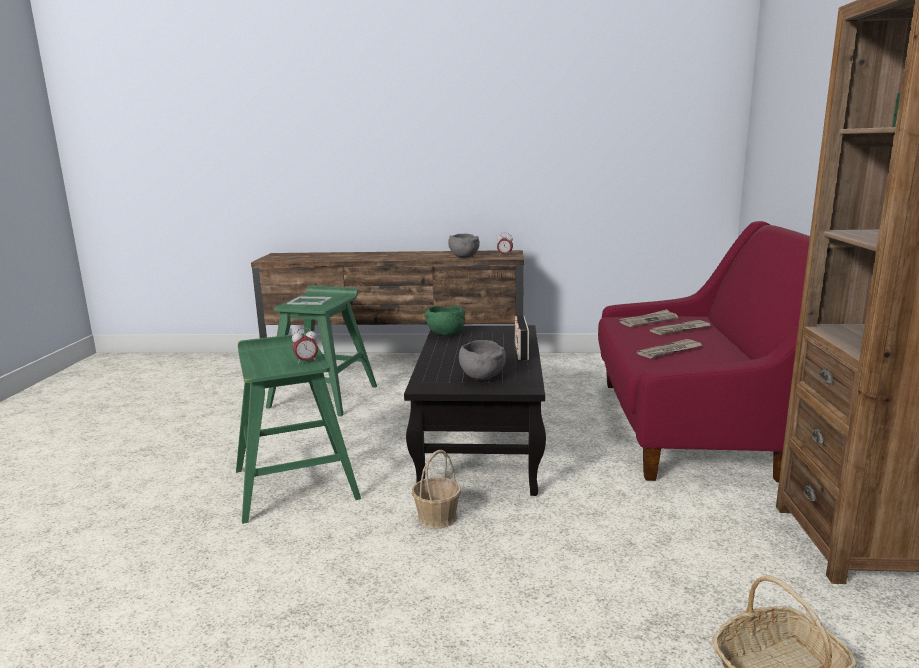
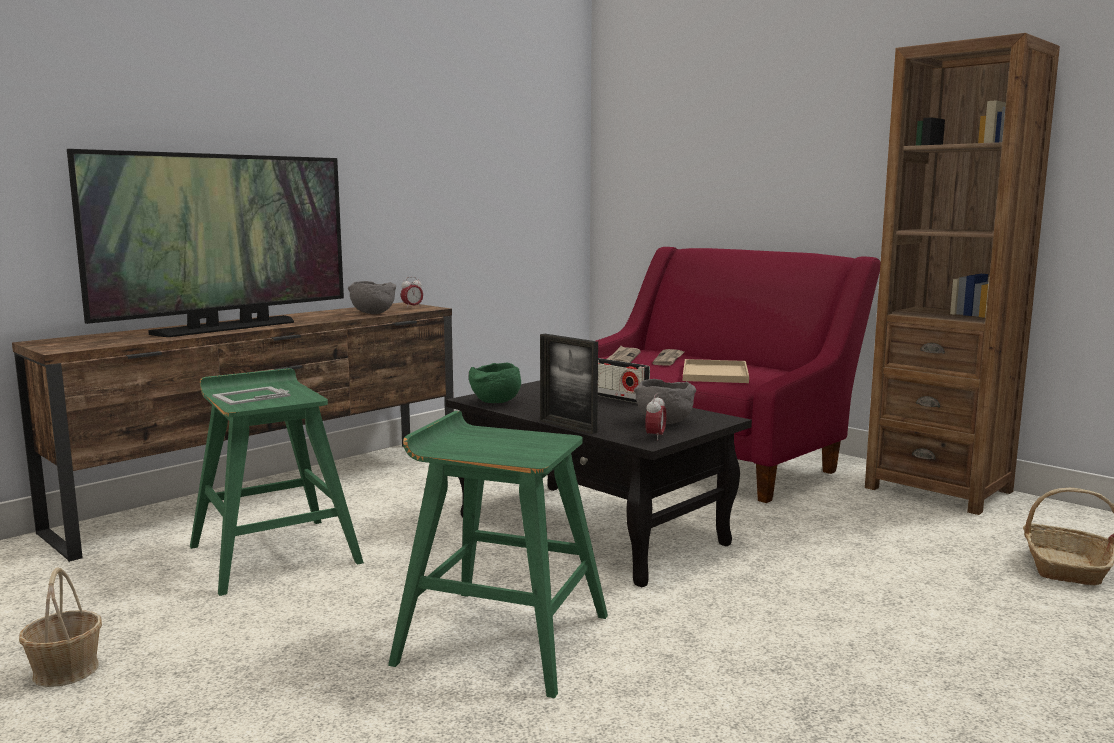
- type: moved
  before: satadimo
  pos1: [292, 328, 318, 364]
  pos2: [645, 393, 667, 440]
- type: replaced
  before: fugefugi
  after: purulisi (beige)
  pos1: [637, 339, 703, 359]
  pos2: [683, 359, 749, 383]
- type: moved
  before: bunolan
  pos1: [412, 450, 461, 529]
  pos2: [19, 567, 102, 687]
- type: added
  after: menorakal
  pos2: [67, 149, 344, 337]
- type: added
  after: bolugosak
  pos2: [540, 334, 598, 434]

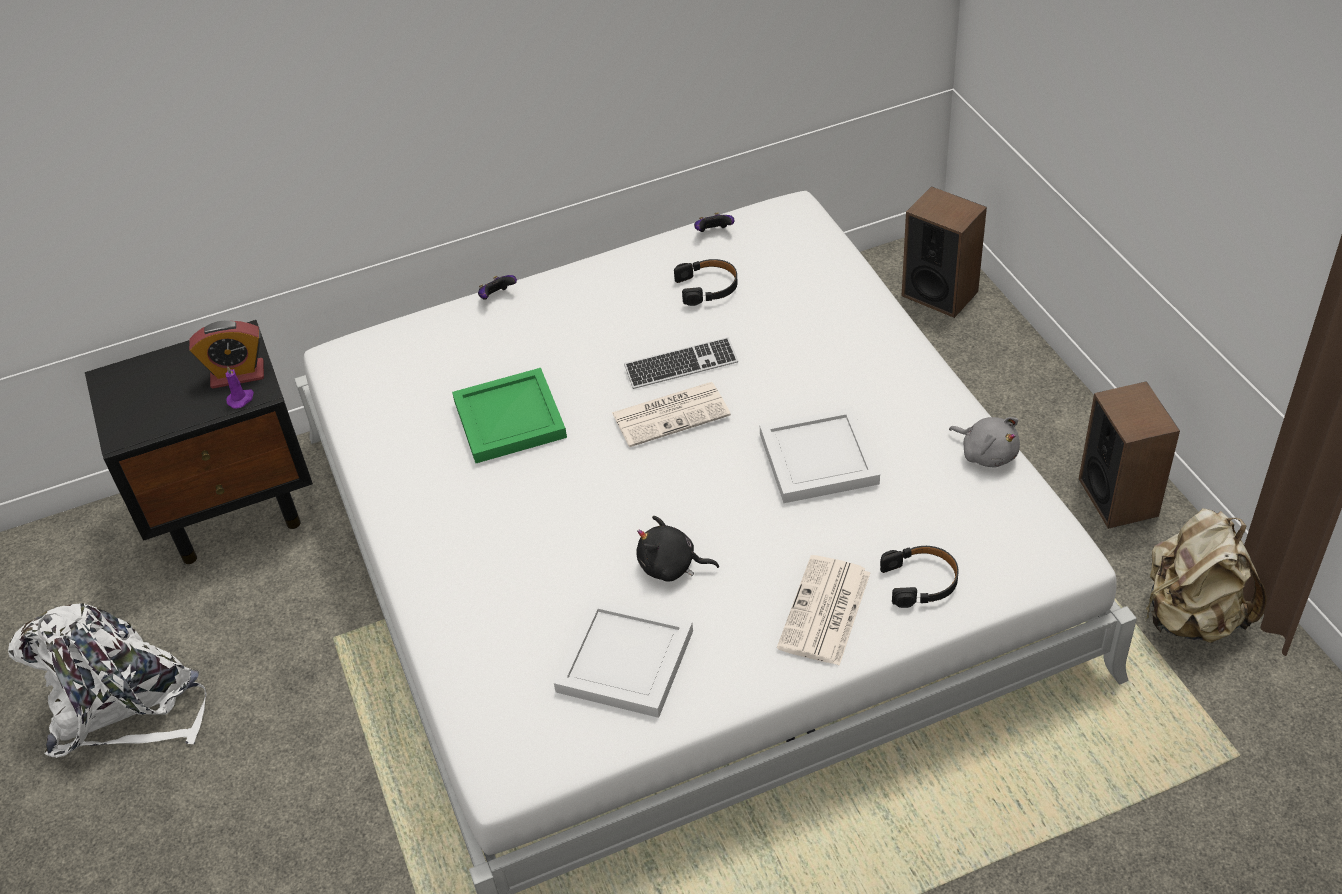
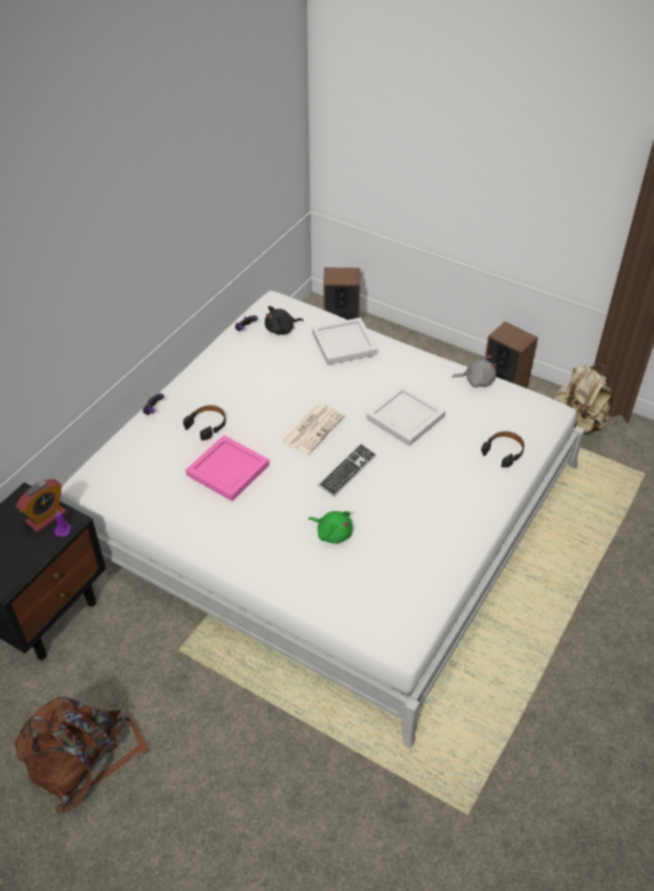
- type: moved
  before: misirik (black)
  pos1: [674, 259, 738, 306]
  pos2: [183, 405, 226, 440]
- type: moved
  before: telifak
  pos1: [624, 337, 738, 389]
  pos2: [318, 443, 377, 497]
- type: recoloured
  before: purulisi (green)
  after: purulisi (pink)
  pos1: [452, 368, 567, 463]
  pos2: [186, 435, 269, 501]
- type: moved
  before: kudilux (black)
  pos1: [636, 516, 719, 582]
  pos2: [265, 306, 303, 335]
- type: removed
  before: fugefugi
  pos1: [777, 555, 870, 666]
- type: moved
  before: purulisi (white)
  pos1: [554, 599, 693, 718]
  pos2: [312, 317, 378, 365]
- type: recoloured
  before: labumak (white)
  after: labumak (brown)
  pos1: [8, 603, 207, 758]
  pos2: [15, 697, 150, 813]
- type: added
  after: kudilux (green)
  pos2: [309, 511, 353, 544]

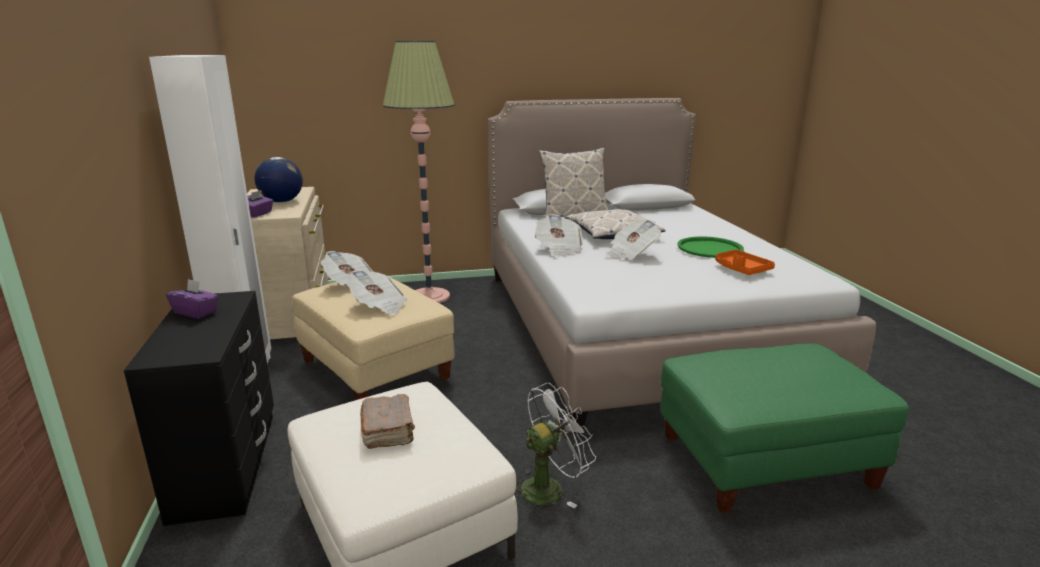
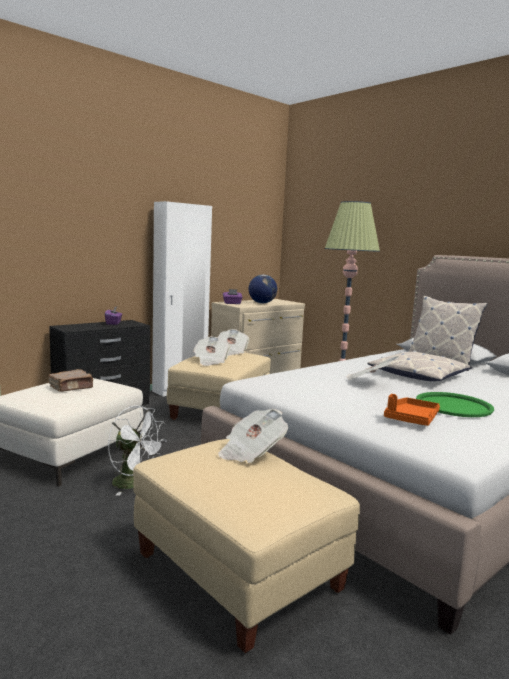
- type: moved
  before: fugefugi
  pos1: [535, 214, 583, 257]
  pos2: [218, 409, 288, 463]
- type: recoloured
  before: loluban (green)
  after: loluban (beige)
  pos1: [661, 343, 909, 514]
  pos2: [133, 439, 360, 653]

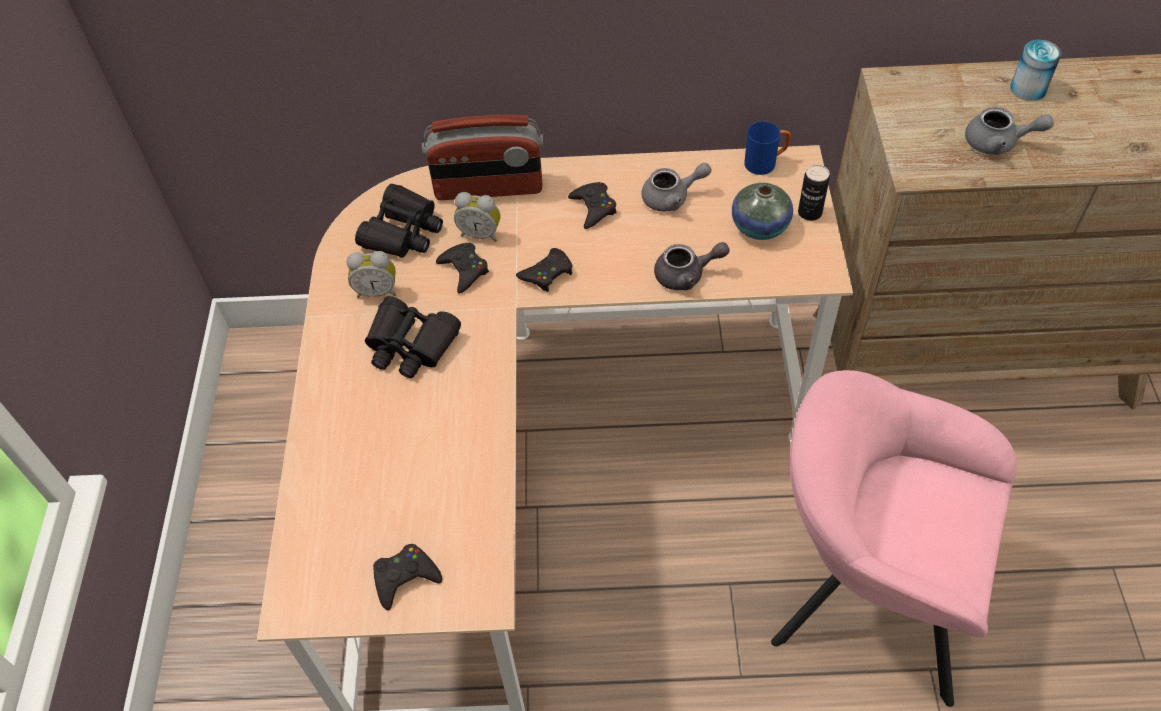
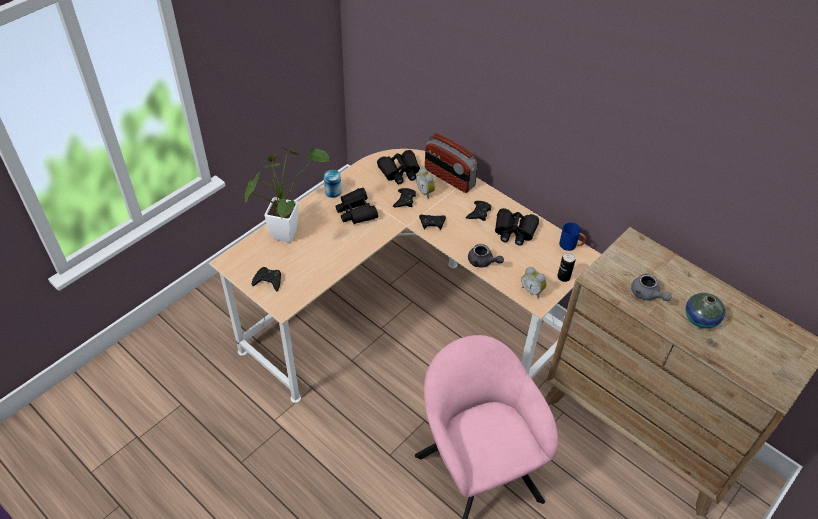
- type: moved
  before: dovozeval
  pos1: [1010, 40, 1061, 101]
  pos2: [324, 170, 342, 198]
- type: replaced
  before: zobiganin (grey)
  after: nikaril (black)
  pos1: [642, 163, 711, 212]
  pos2: [495, 208, 539, 246]
- type: moved
  before: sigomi
  pos1: [732, 183, 793, 240]
  pos2: [686, 293, 725, 329]
- type: moved
  before: satadimo
  pos1: [346, 251, 396, 298]
  pos2: [521, 267, 546, 298]
- type: added
  after: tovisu
  pos2: [245, 147, 329, 243]

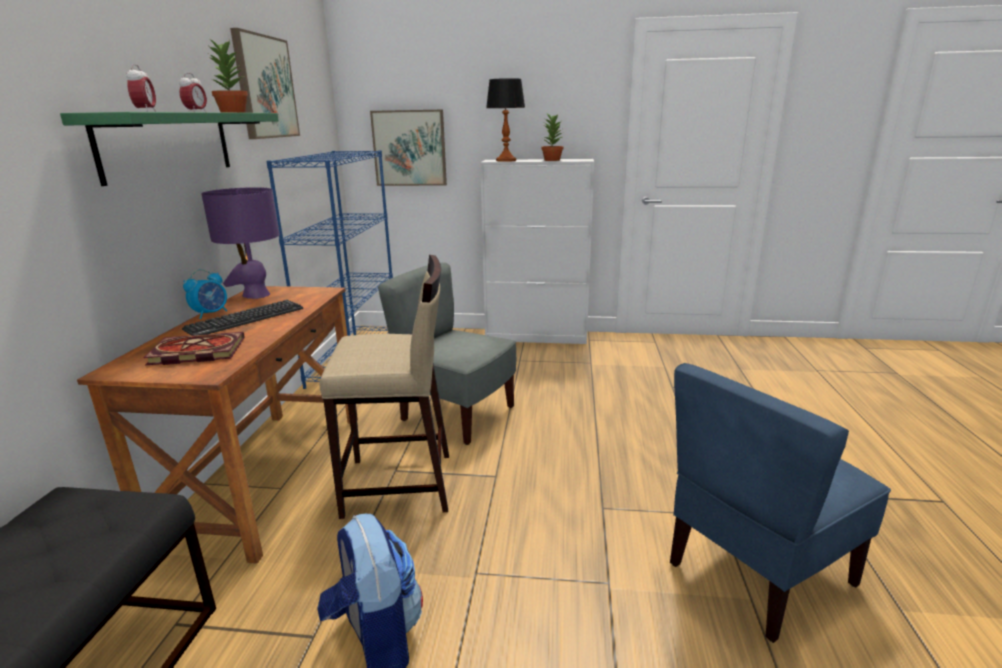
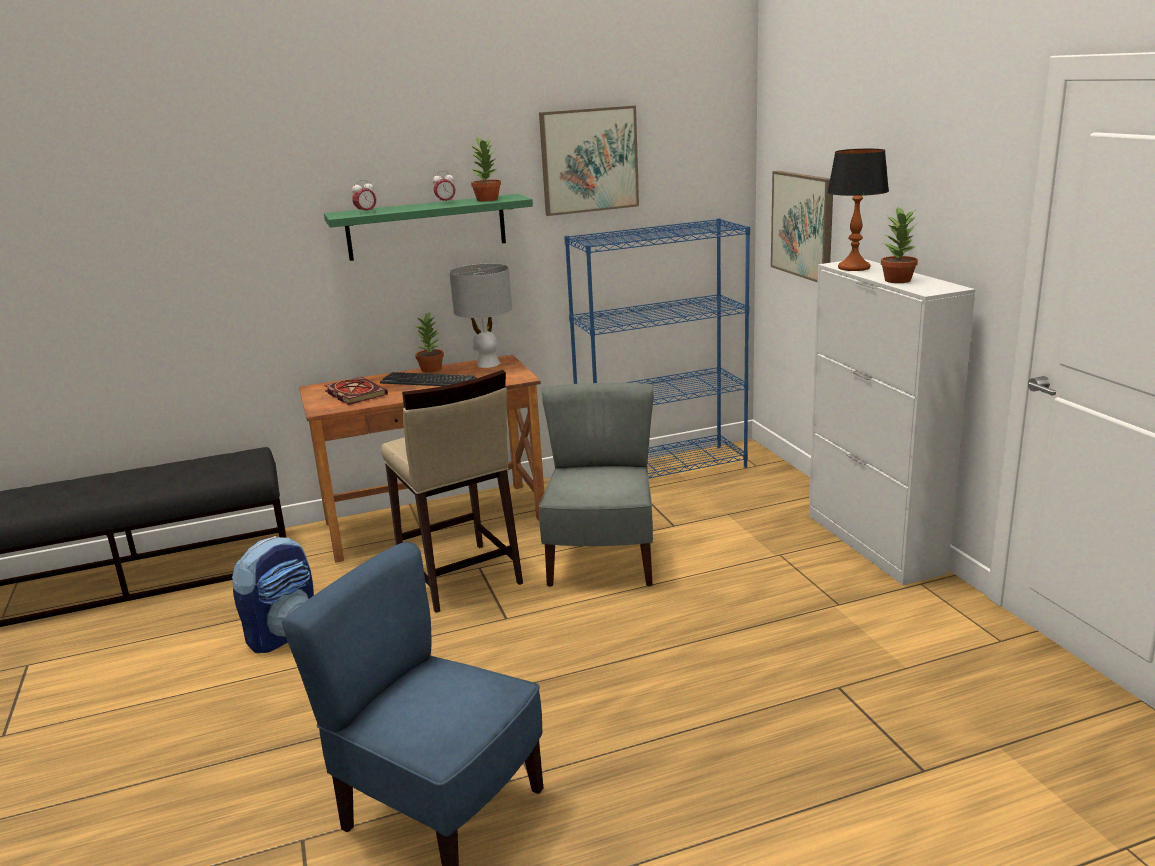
- type: recoloured
  before: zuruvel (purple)
  after: zuruvel (grey)
  pos1: [201, 187, 280, 299]
  pos2: [449, 263, 512, 368]
- type: replaced
  before: satadimo
  after: tovisu
  pos1: [183, 269, 227, 319]
  pos2: [415, 312, 444, 373]

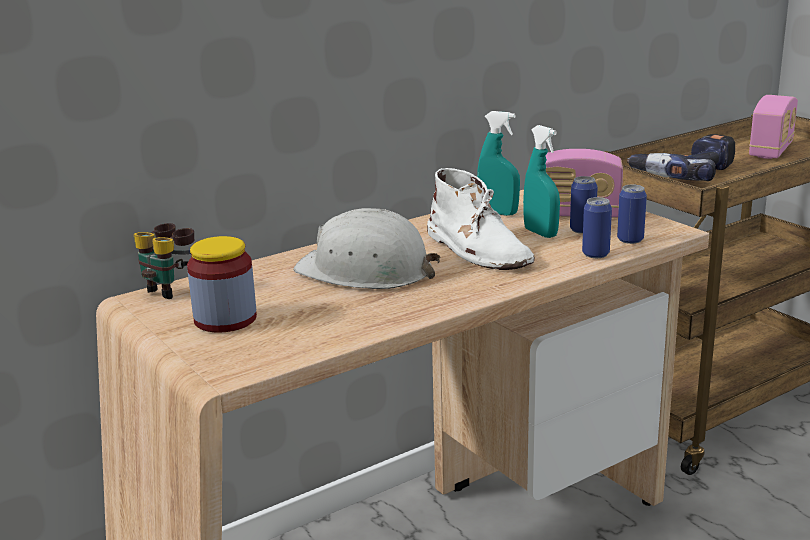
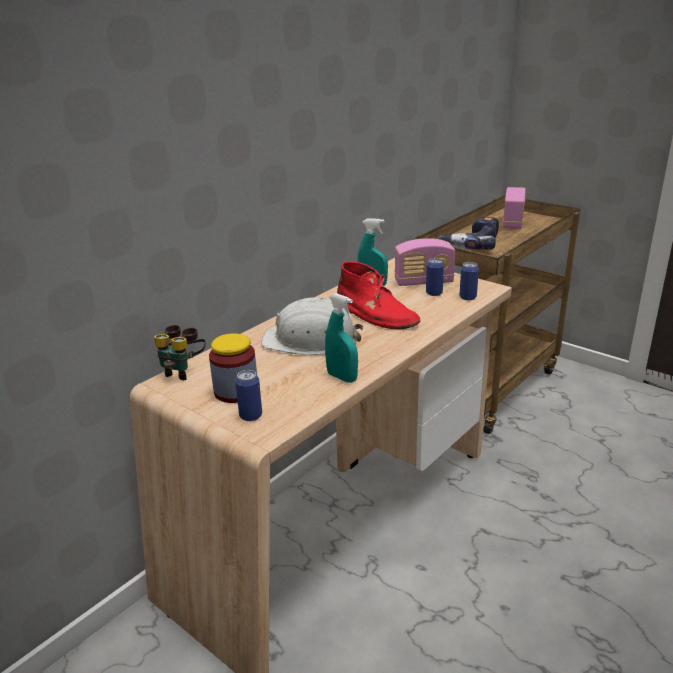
- type: moved
  before: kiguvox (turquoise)
  pos1: [523, 125, 560, 238]
  pos2: [325, 293, 358, 383]
- type: recoloured
  before: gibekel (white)
  after: gibekel (red)
  pos1: [427, 168, 535, 270]
  pos2: [337, 261, 420, 330]
- type: moved
  before: dovozeval
  pos1: [582, 197, 612, 258]
  pos2: [235, 370, 262, 421]

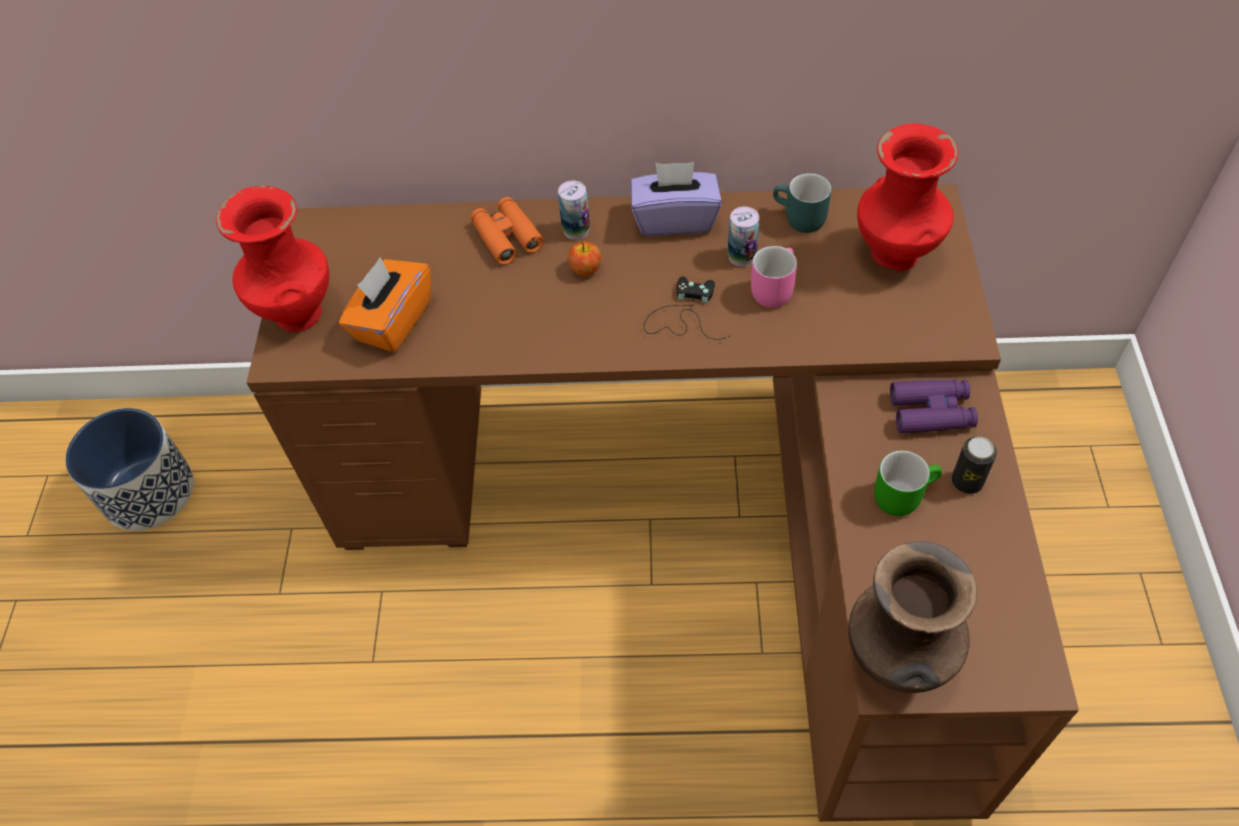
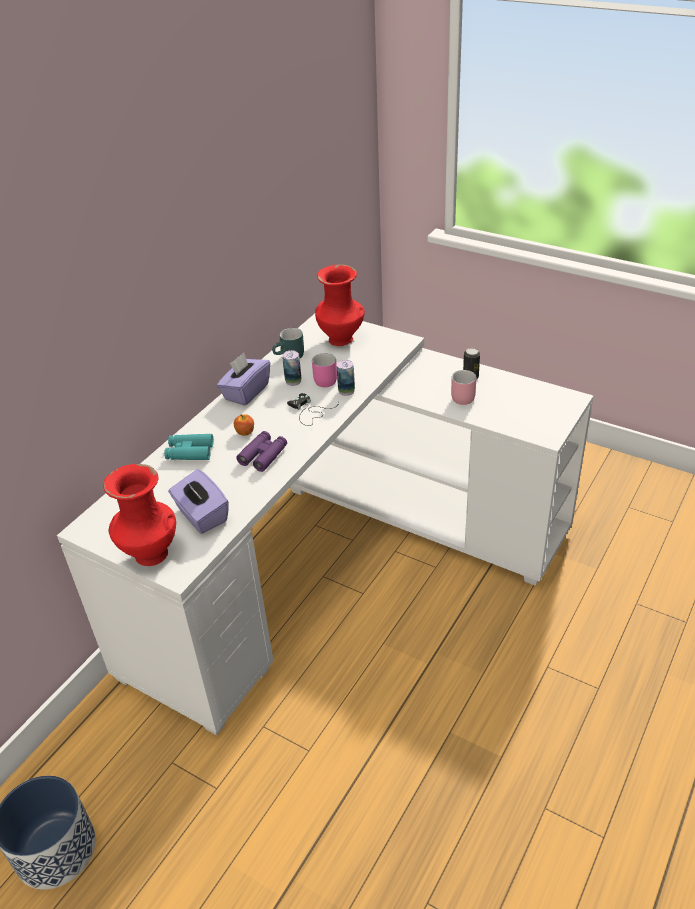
- type: moved
  before: dovozeval
  pos1: [558, 181, 590, 240]
  pos2: [337, 360, 355, 396]
- type: recoloured
  before: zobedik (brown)
  after: zobedik (white)
  pos1: [247, 184, 1079, 822]
  pos2: [57, 314, 593, 735]
- type: recoloured
  before: nikaril (orange)
  after: nikaril (turquoise)
  pos1: [470, 197, 544, 265]
  pos2: [164, 434, 213, 460]
- type: recoloured
  before: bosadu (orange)
  after: bosadu (purple)
  pos1: [339, 257, 431, 353]
  pos2: [168, 469, 229, 534]
- type: moved
  before: nikaril (purple)
  pos1: [890, 380, 978, 434]
  pos2: [236, 431, 287, 472]
- type: recoloured
  before: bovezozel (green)
  after: bovezozel (pink)
  pos1: [874, 450, 942, 516]
  pos2: [451, 370, 476, 405]
- type: removed
  before: sigomi (brown)
  pos1: [848, 542, 977, 693]

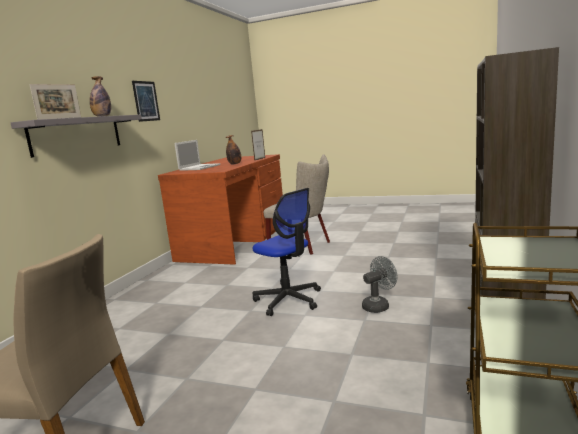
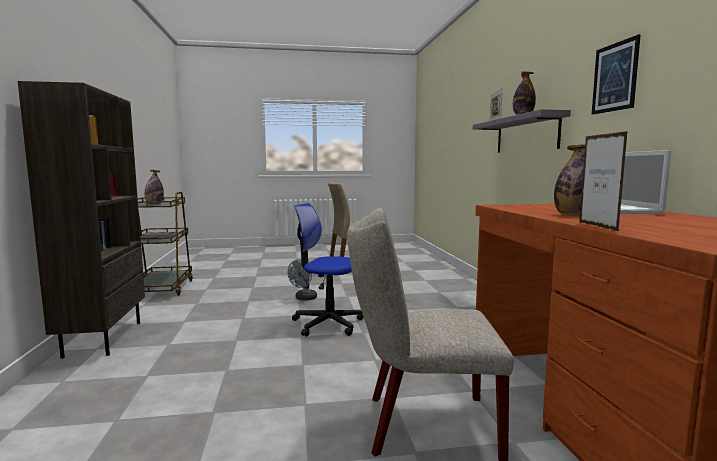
- type: moved
  before: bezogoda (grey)
  pos1: [362, 256, 398, 313]
  pos2: [287, 260, 317, 301]
- type: added
  after: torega
  pos2: [144, 170, 164, 204]

